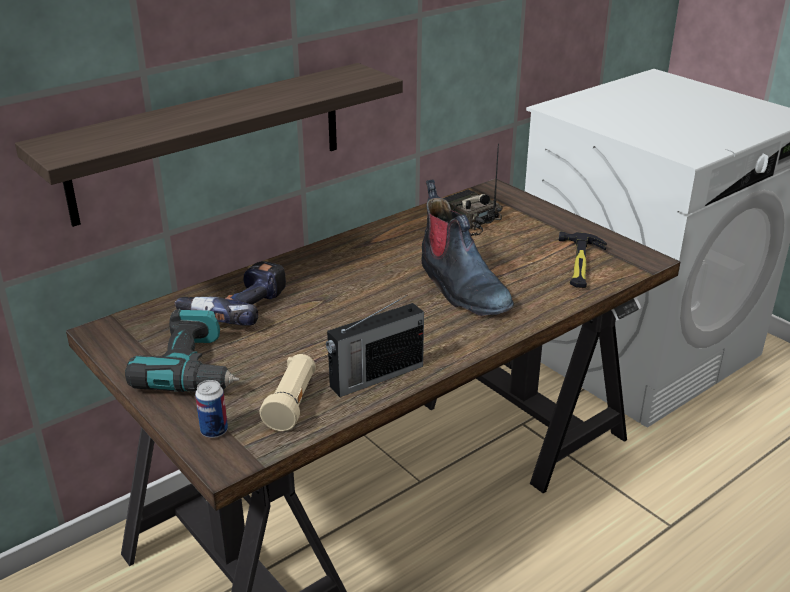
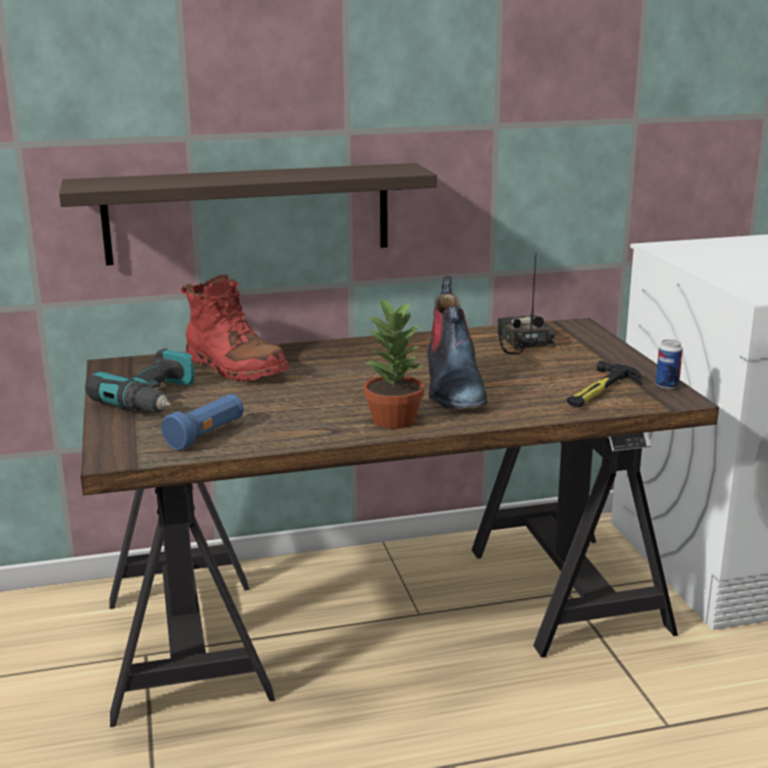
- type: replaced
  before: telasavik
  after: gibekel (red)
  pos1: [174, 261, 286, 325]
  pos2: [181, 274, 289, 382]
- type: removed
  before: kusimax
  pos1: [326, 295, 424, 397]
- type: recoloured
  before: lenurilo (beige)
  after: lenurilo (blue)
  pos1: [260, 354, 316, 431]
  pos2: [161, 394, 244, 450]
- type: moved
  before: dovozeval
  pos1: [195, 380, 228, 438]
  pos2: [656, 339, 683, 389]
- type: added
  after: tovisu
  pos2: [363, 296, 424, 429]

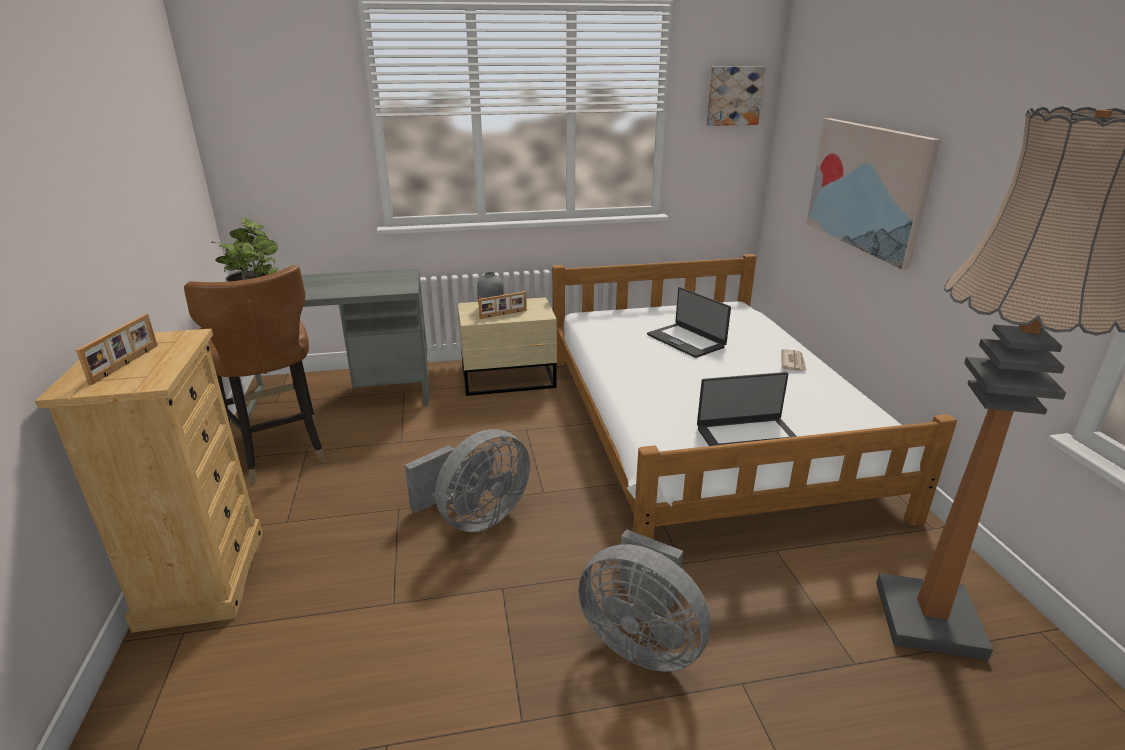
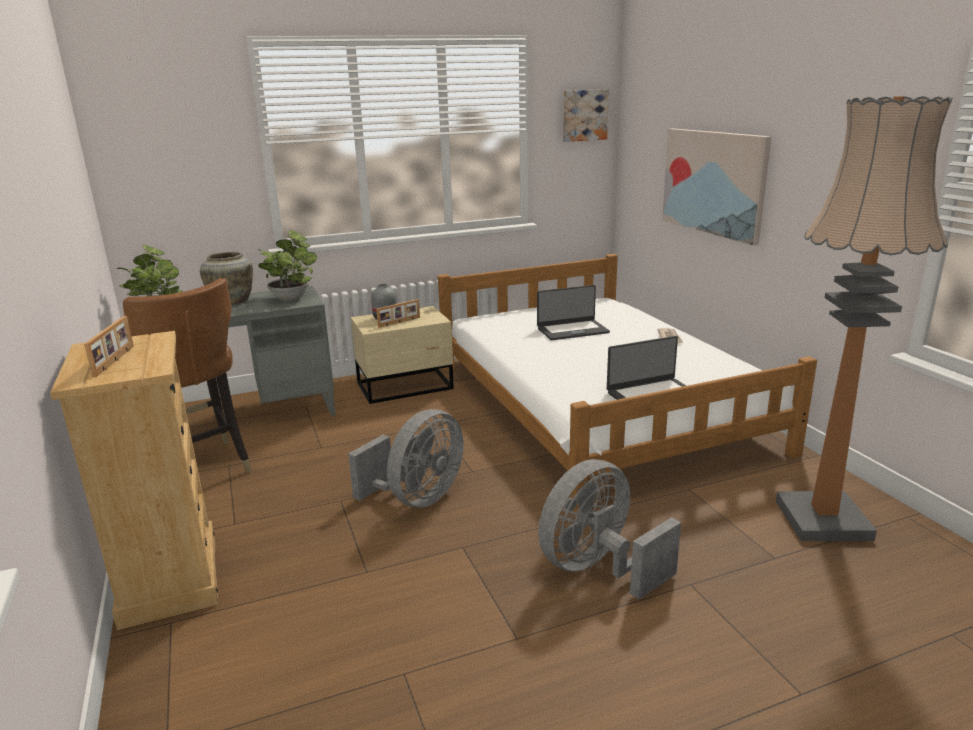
- type: turned
  before: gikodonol
  pos1: [647, 287, 731, 358]
  pos2: [537, 285, 610, 340]
  turn: -60
- type: turned
  before: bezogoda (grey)
  pos1: [578, 529, 711, 672]
  pos2: [538, 459, 681, 599]
  turn: 120
- type: added
  after: tovisu
  pos2: [258, 230, 317, 301]
- type: added
  after: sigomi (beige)
  pos2: [200, 252, 253, 305]

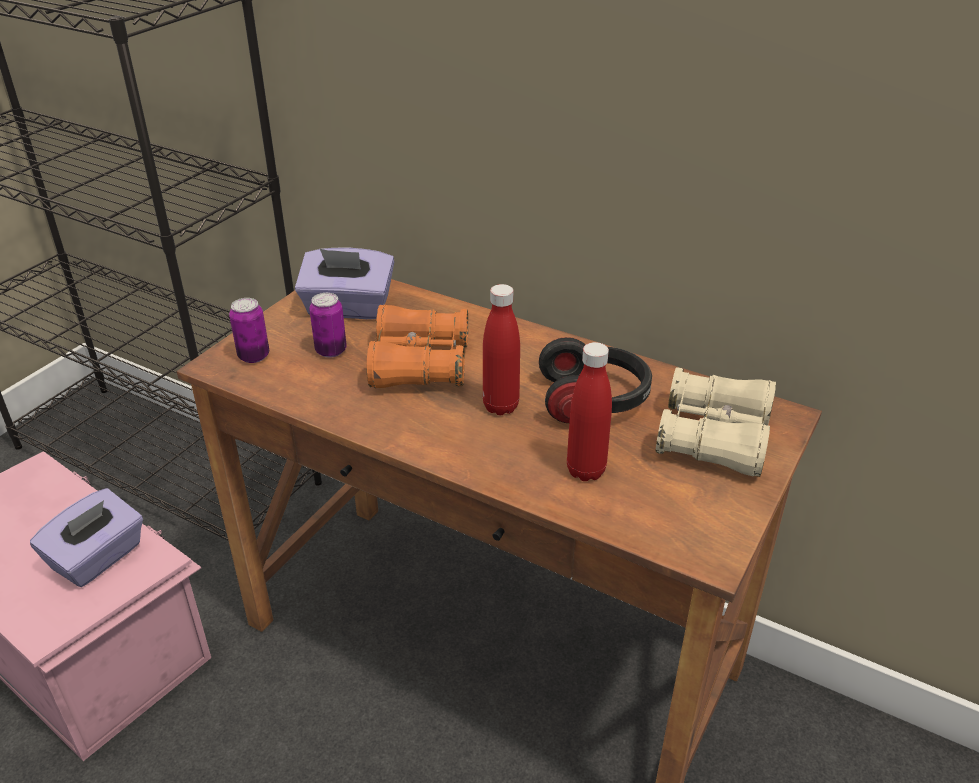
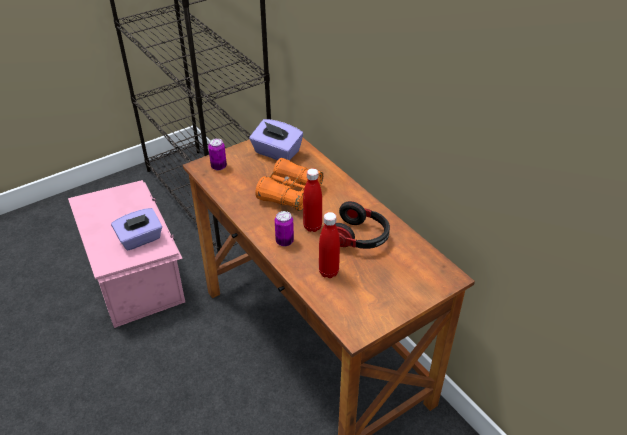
- type: moved
  before: dovozeval
  pos1: [309, 293, 347, 358]
  pos2: [275, 211, 294, 246]
- type: removed
  before: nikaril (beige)
  pos1: [656, 367, 776, 477]

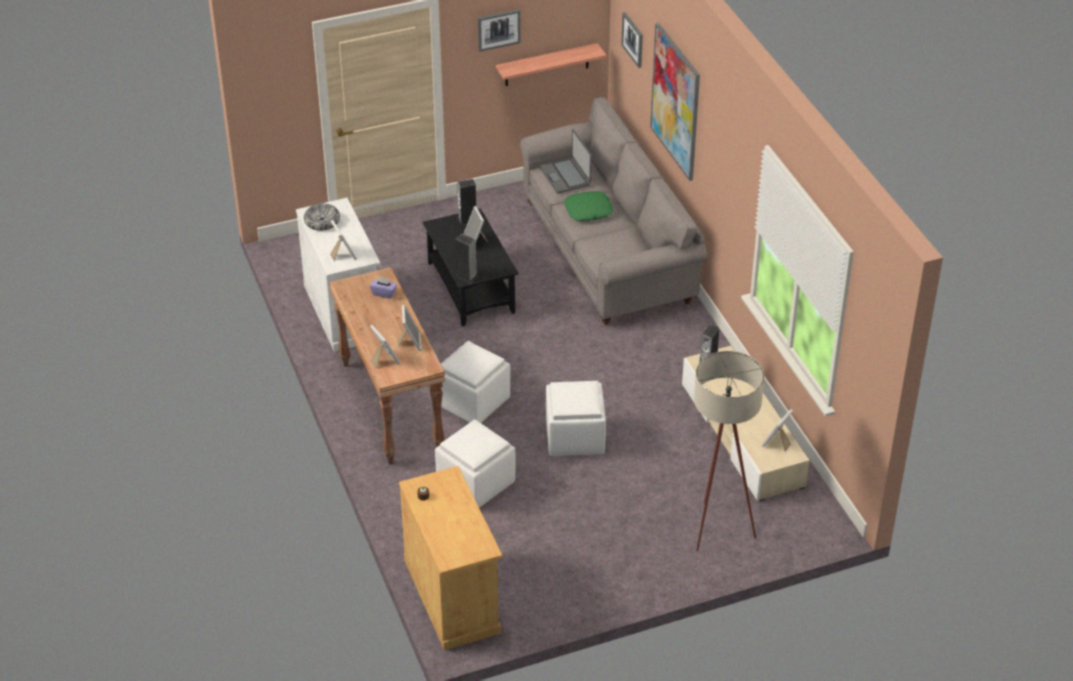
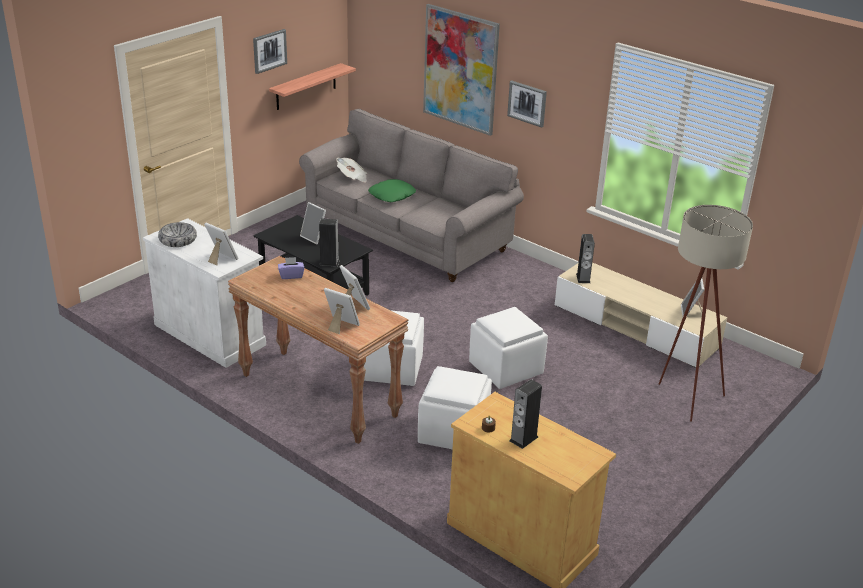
- type: moved
  before: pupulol
  pos1: [621, 12, 643, 68]
  pos2: [507, 80, 547, 128]
- type: replaced
  before: gikodonol
  after: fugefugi
  pos1: [540, 129, 592, 193]
  pos2: [336, 158, 367, 182]
- type: moved
  before: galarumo
  pos1: [457, 179, 476, 225]
  pos2: [509, 379, 542, 449]

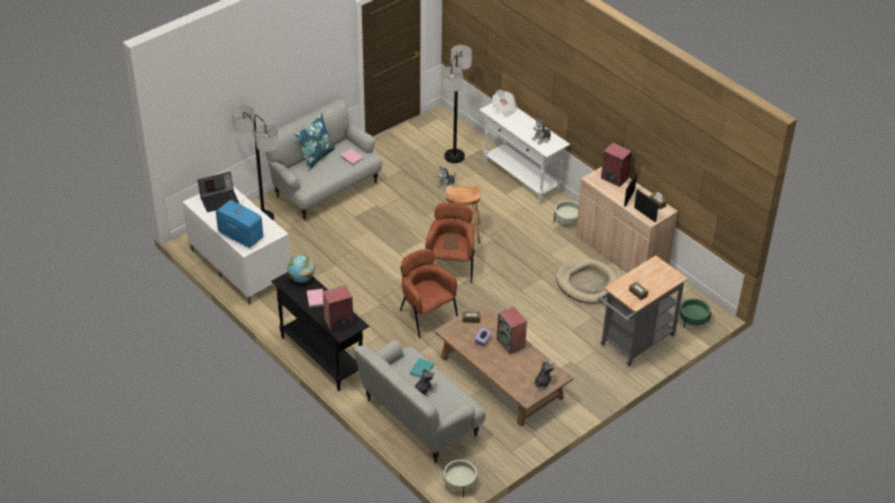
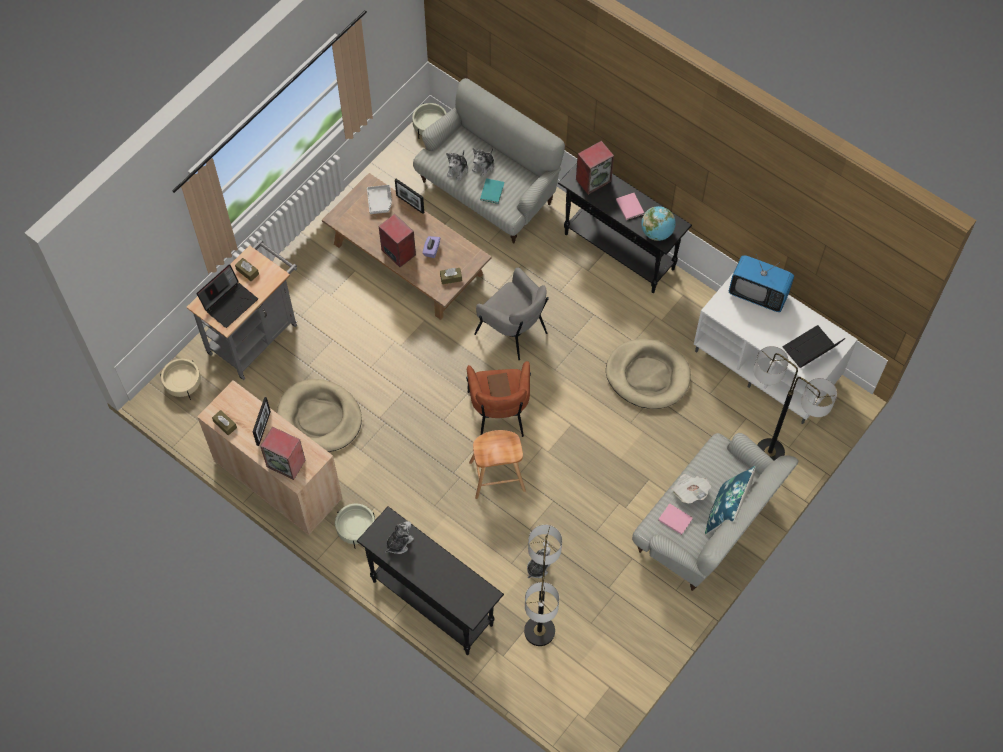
- type: moved
  before: fugefugi
  pos1: [492, 90, 517, 117]
  pos2: [671, 474, 711, 503]
- type: recoloured
  before: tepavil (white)
  after: tepavil (black)
  pos1: [479, 103, 570, 205]
  pos2: [357, 506, 504, 655]
- type: moved
  before: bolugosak
  pos1: [634, 189, 659, 222]
  pos2: [395, 179, 424, 214]
- type: recoloured
  before: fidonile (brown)
  after: fidonile (grey)
  pos1: [400, 249, 458, 338]
  pos2: [474, 268, 549, 360]
- type: recoloured
  before: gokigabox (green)
  after: gokigabox (beige)
  pos1: [679, 298, 711, 328]
  pos2: [160, 359, 201, 400]
- type: moved
  before: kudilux
  pos1: [534, 361, 554, 389]
  pos2: [446, 151, 468, 181]
- type: added
  after: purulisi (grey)
  pos2: [367, 185, 392, 214]
- type: added
  after: gikodonol
  pos2: [197, 264, 258, 328]
- type: added
  after: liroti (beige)
  pos2: [606, 339, 691, 409]

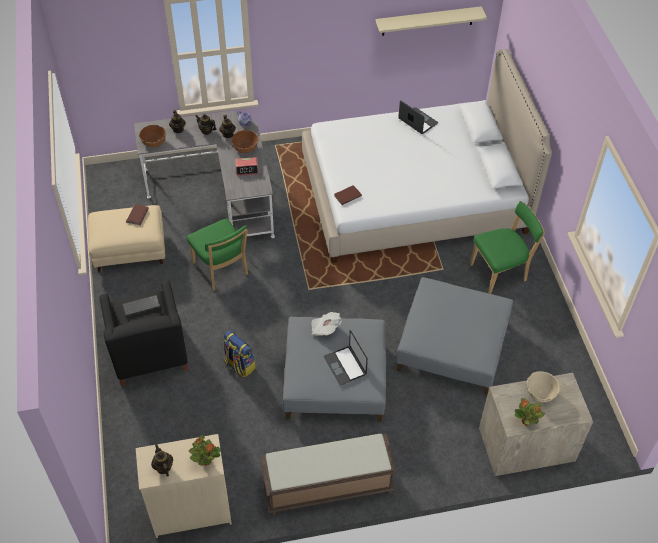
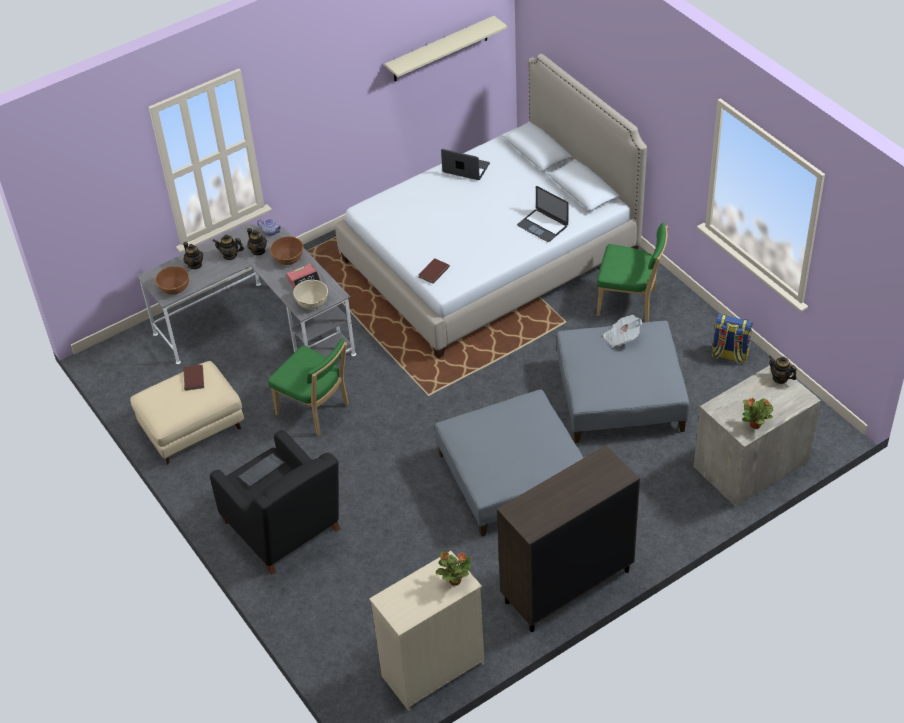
- type: turned
  before: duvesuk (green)
  pos1: [470, 201, 545, 294]
  pos2: [597, 222, 668, 322]
  turn: 60
- type: moved
  before: fugefugi
  pos1: [311, 312, 342, 335]
  pos2: [603, 315, 642, 347]
- type: moved
  before: gikodonol
  pos1: [324, 330, 368, 385]
  pos2: [517, 186, 569, 242]
- type: moved
  before: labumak
  pos1: [223, 331, 256, 378]
  pos2: [711, 314, 753, 364]
- type: moved
  before: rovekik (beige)
  pos1: [527, 371, 560, 402]
  pos2: [293, 280, 328, 309]
- type: replaced
  before: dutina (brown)
  after: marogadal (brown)
  pos1: [260, 434, 397, 515]
  pos2: [497, 445, 640, 632]
- type: moved
  before: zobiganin
  pos1: [151, 444, 173, 477]
  pos2: [768, 355, 797, 384]

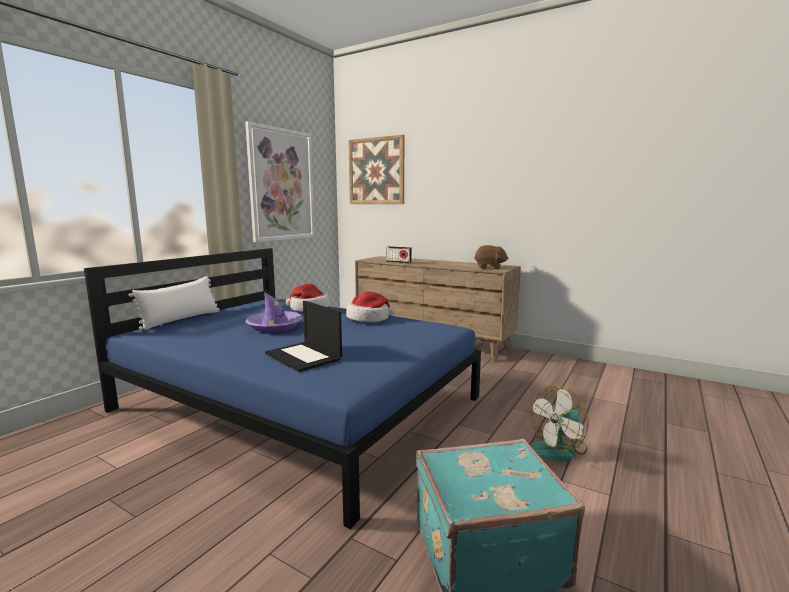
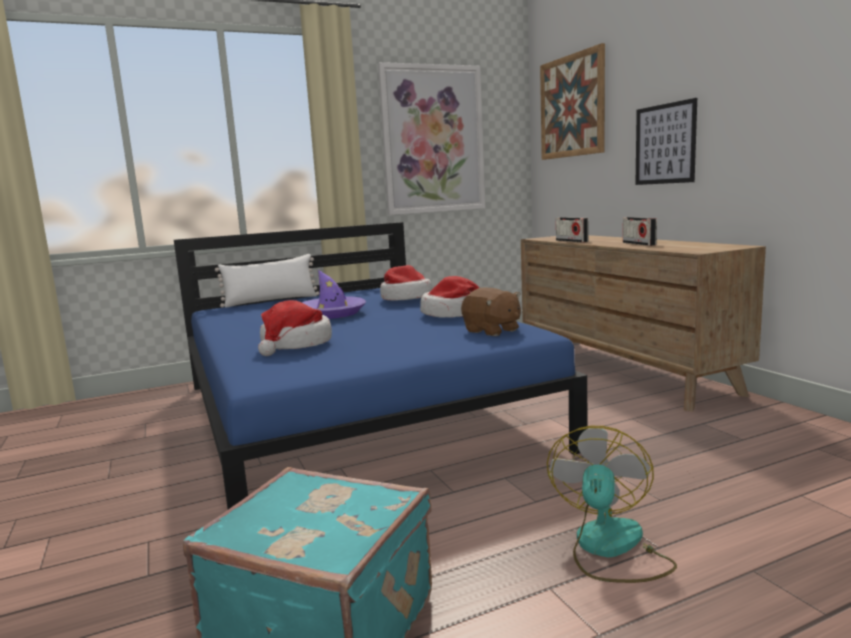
- type: moved
  before: kudilux (brown)
  pos1: [474, 245, 509, 269]
  pos2: [461, 287, 521, 336]
- type: replaced
  before: gikodonol
  after: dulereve
  pos1: [265, 301, 342, 372]
  pos2: [258, 300, 332, 356]
- type: turned
  before: bezogoda
  pos1: [530, 385, 589, 461]
  pos2: [547, 426, 677, 583]
  turn: 105
- type: added
  after: pupulol
  pos2: [635, 98, 697, 185]
- type: added
  after: kusimax
  pos2: [623, 217, 657, 246]

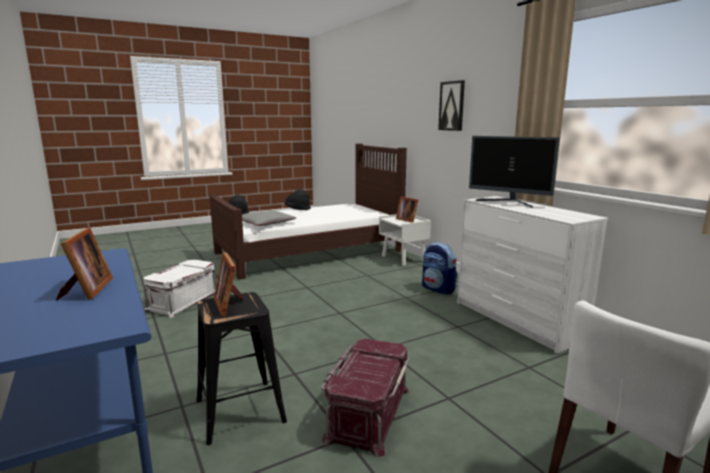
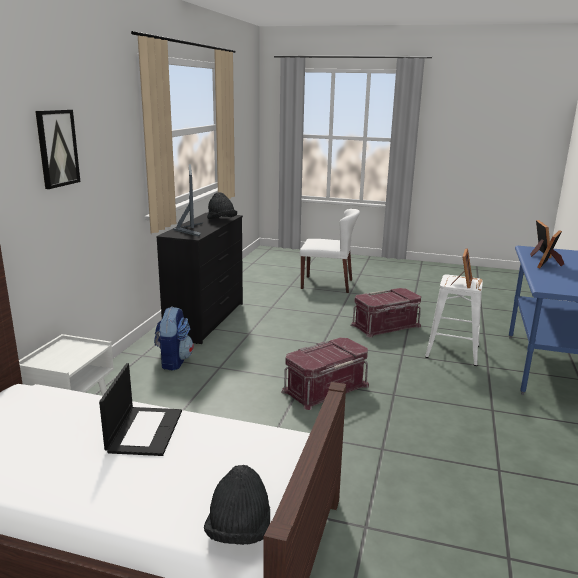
- type: moved
  before: dulereve (black)
  pos1: [285, 189, 311, 211]
  pos2: [207, 192, 237, 219]
- type: moved
  before: bolugosak
  pos1: [396, 196, 418, 223]
  pos2: [530, 220, 552, 258]
- type: recoloured
  before: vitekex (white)
  after: vitekex (black)
  pos1: [457, 196, 608, 353]
  pos2: [156, 212, 243, 344]
- type: removed
  before: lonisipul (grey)
  pos1: [242, 210, 297, 226]
- type: removed
  before: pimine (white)
  pos1: [144, 260, 217, 318]
- type: recoloured
  before: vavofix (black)
  after: vavofix (white)
  pos1: [197, 292, 287, 445]
  pos2: [425, 275, 483, 366]
- type: added
  after: pimine (red)
  pos2: [281, 338, 369, 410]
- type: added
  after: gikodonol
  pos2: [99, 363, 182, 456]

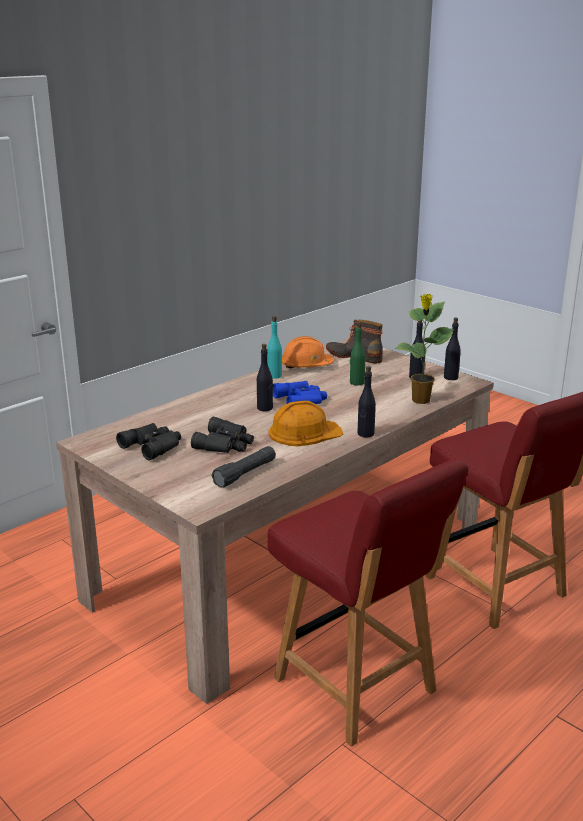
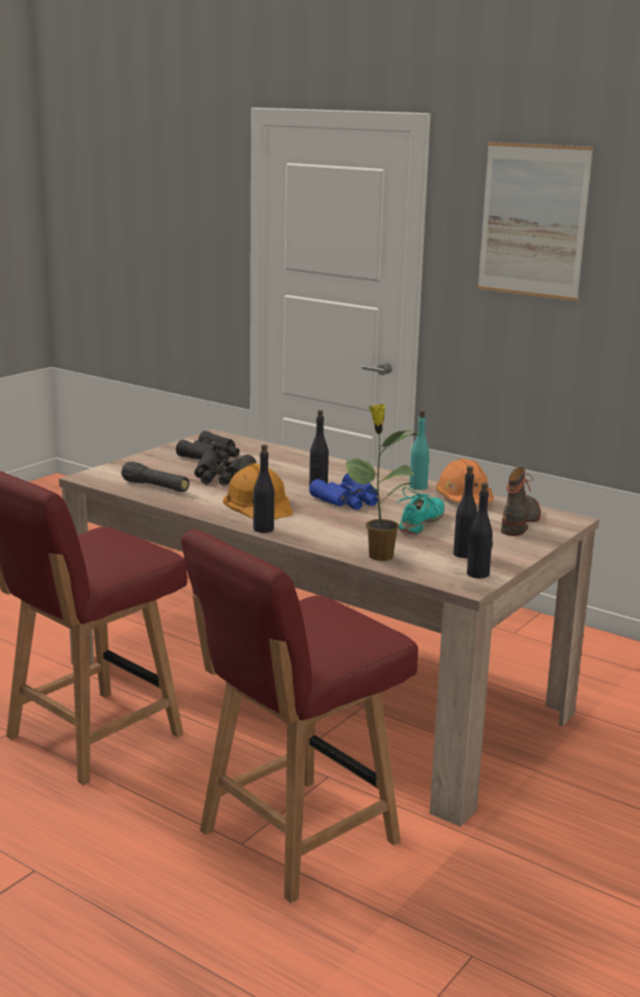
- type: replaced
  before: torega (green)
  after: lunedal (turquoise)
  pos1: [350, 322, 366, 386]
  pos2: [397, 487, 445, 535]
- type: added
  after: pupulol
  pos2: [478, 142, 593, 301]

